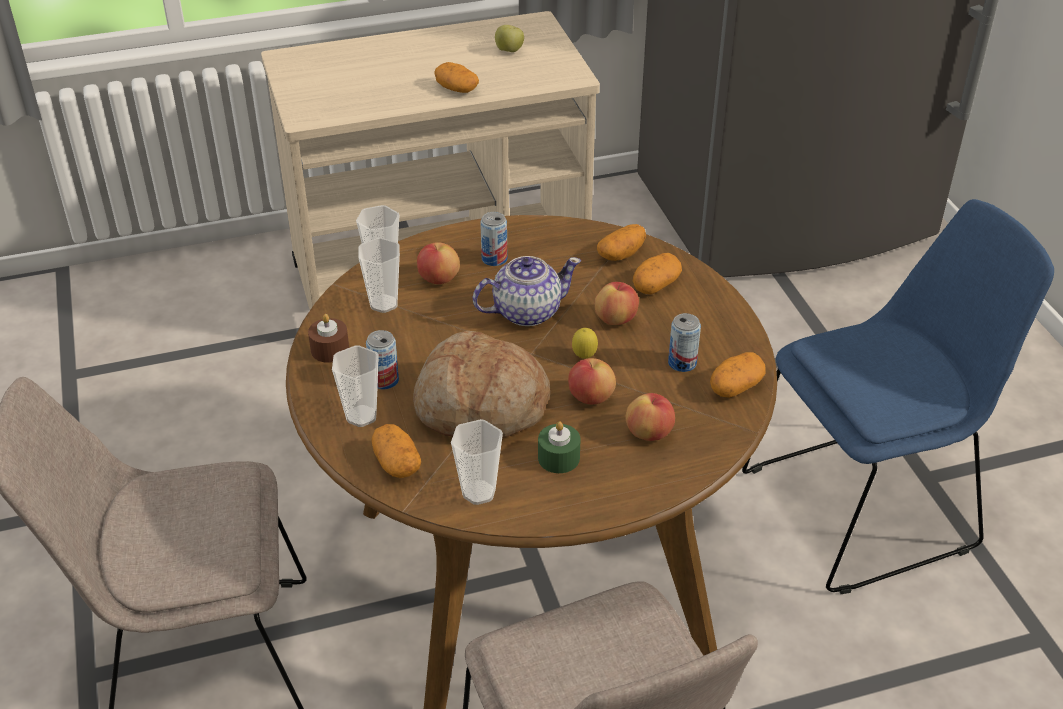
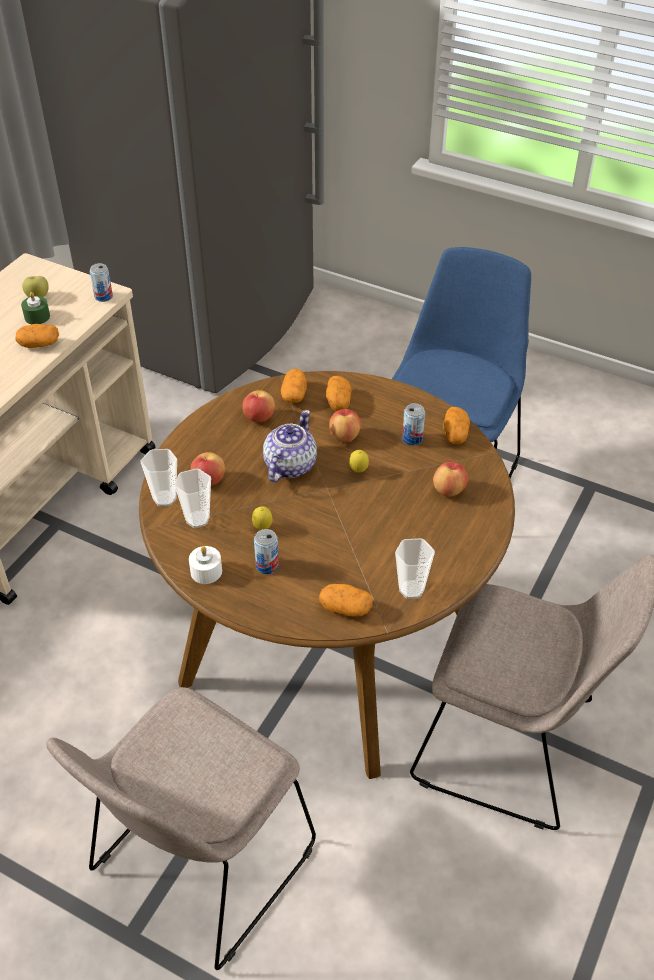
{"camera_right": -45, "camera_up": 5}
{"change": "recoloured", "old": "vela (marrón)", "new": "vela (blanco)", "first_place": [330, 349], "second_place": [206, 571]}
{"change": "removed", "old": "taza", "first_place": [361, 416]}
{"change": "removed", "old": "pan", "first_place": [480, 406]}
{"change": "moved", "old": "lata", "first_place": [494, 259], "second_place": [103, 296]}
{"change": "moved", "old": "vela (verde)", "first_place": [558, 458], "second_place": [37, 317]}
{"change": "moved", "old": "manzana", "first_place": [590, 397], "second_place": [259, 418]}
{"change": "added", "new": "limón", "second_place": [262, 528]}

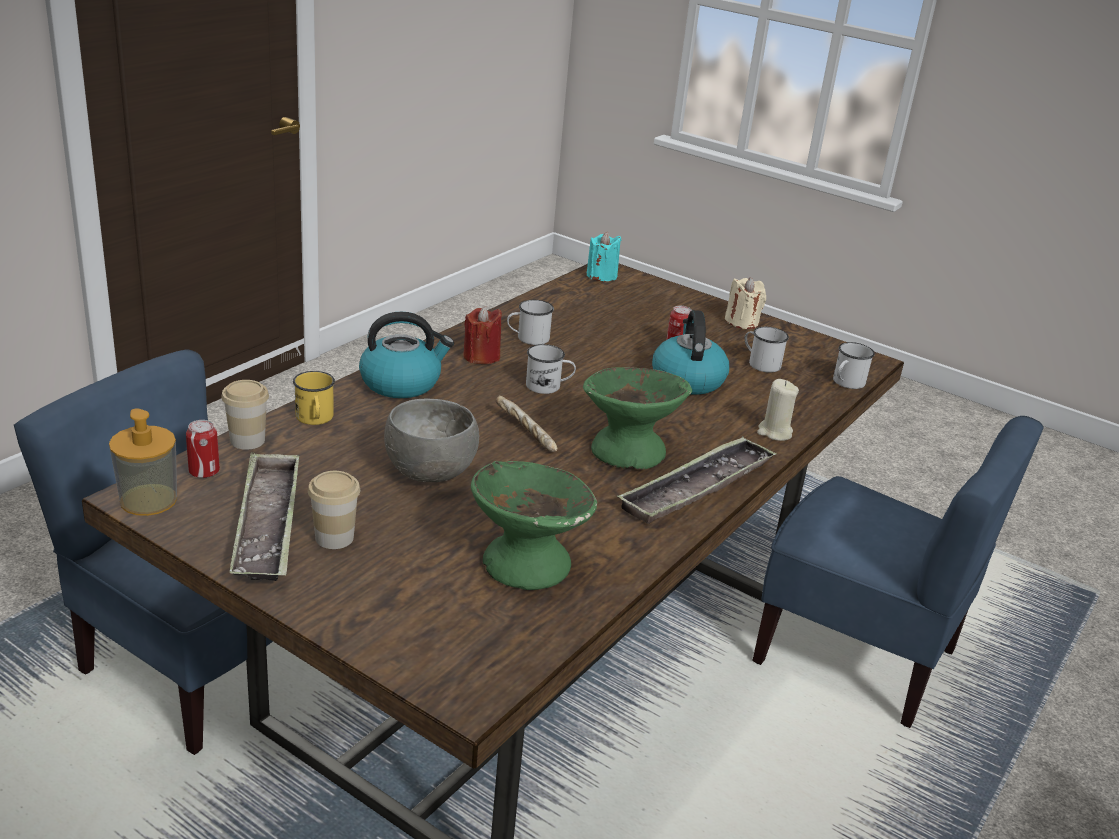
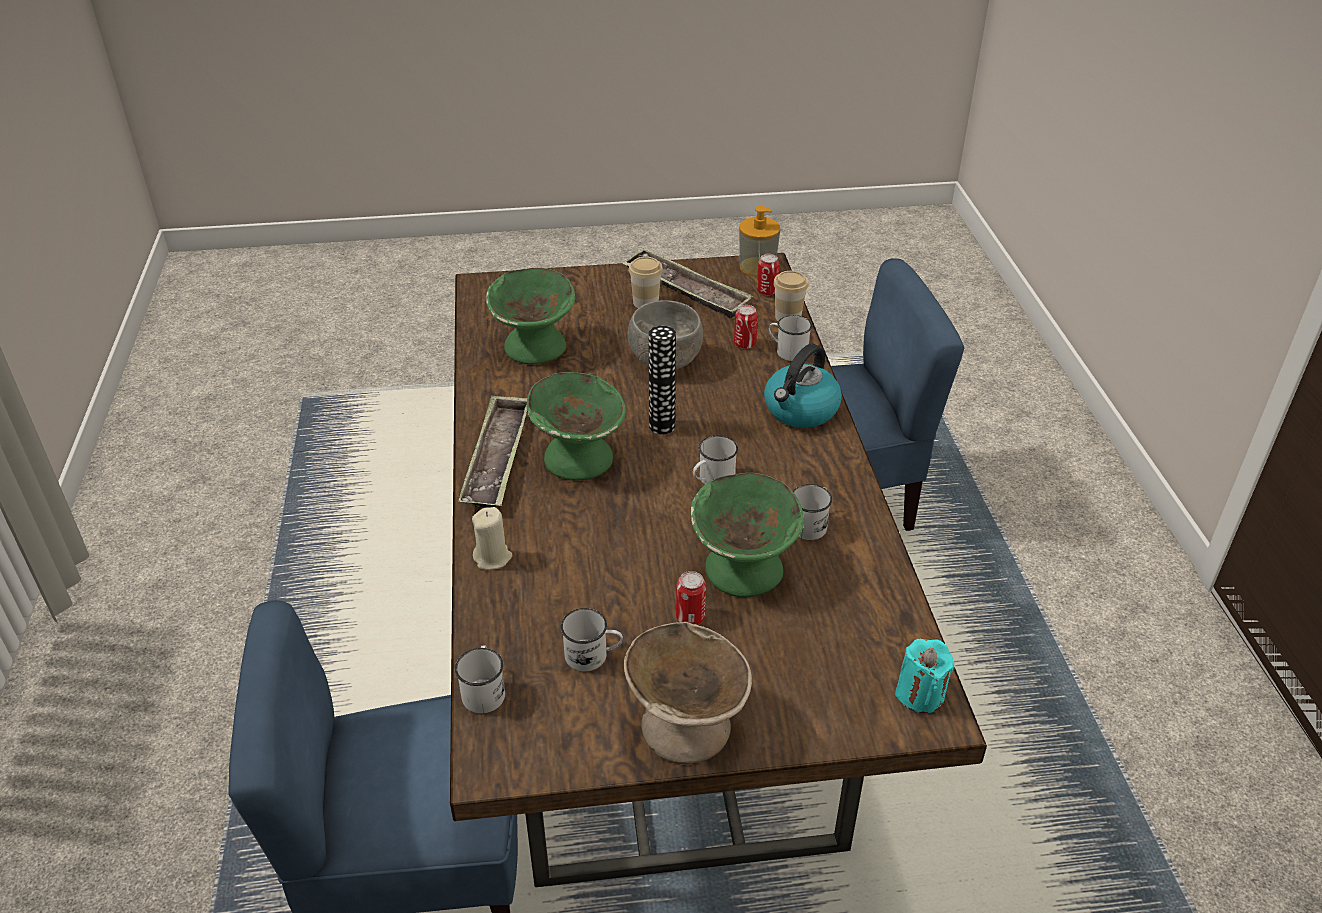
{"camera_right": 140, "camera_up": 10}
{"change": "recoloured", "old": "taza grande (amarillo)", "new": "taza grande (blanco)", "first_place": [315, 419], "second_place": [787, 351]}
{"change": "removed", "old": "vela (rojo)", "first_place": [481, 356]}
{"change": "replaced", "old": "pan", "new": "florero", "first_place": [525, 433], "second_place": [662, 426]}
{"change": "removed", "old": "hervidor", "first_place": [687, 379]}
{"change": "replaced", "old": "vela (beis)", "new": "cuenco (beis)", "first_place": [742, 322], "second_place": [685, 728]}
{"change": "added", "new": "cuenco (verde)", "second_place": [744, 569]}
{"change": "added", "new": "lata", "second_place": [744, 344]}

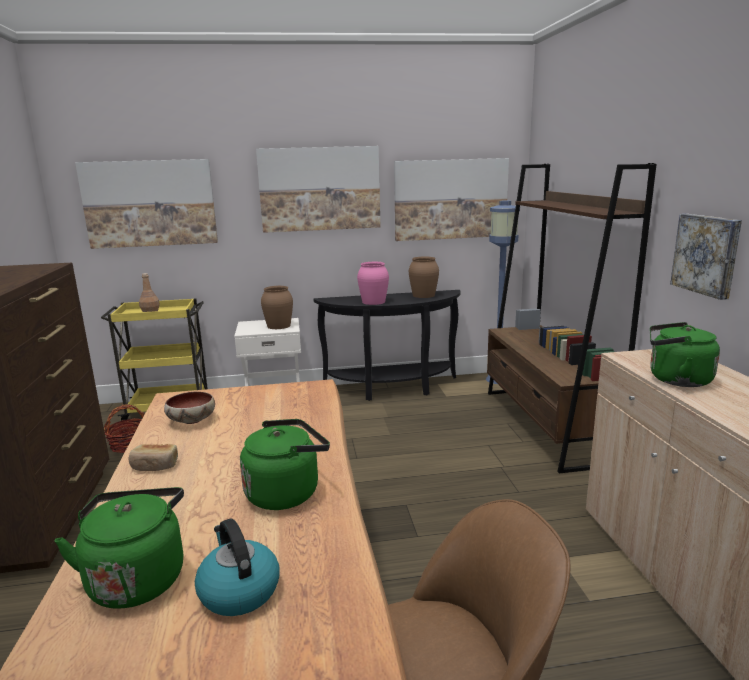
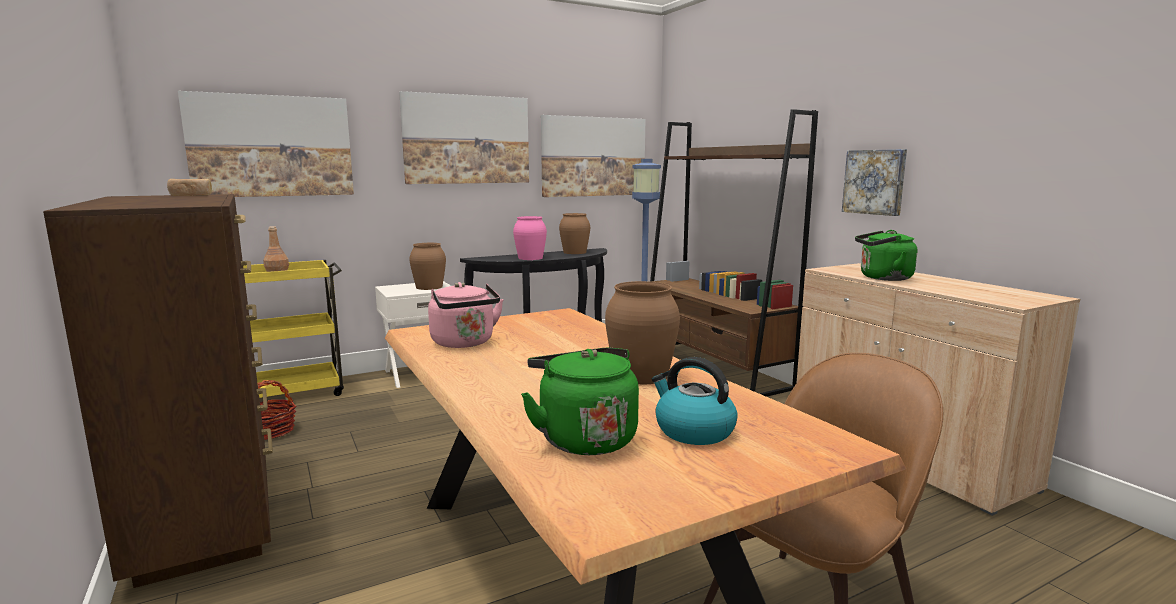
{"camera_right": -20, "camera_up": -5}
{"change": "moved", "old": "pan", "first_place": [155, 466], "second_place": [191, 195]}
{"change": "replaced", "old": "cuenco", "new": "hervidor (rosa)", "first_place": [191, 421], "second_place": [465, 343]}
{"change": "replaced", "old": "hervidor (verde)", "new": "florero (marrón)", "first_place": [286, 492], "second_place": [641, 375]}

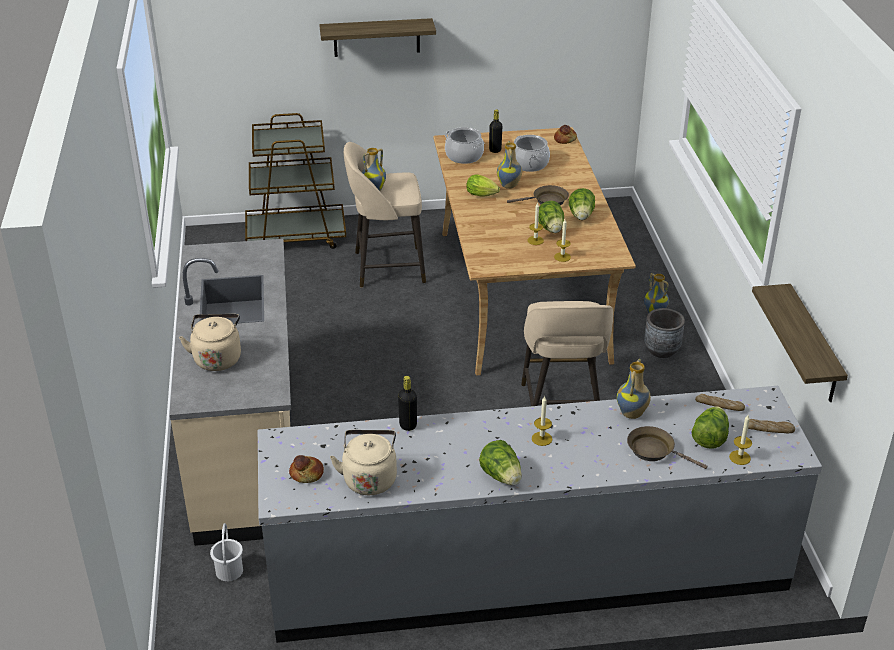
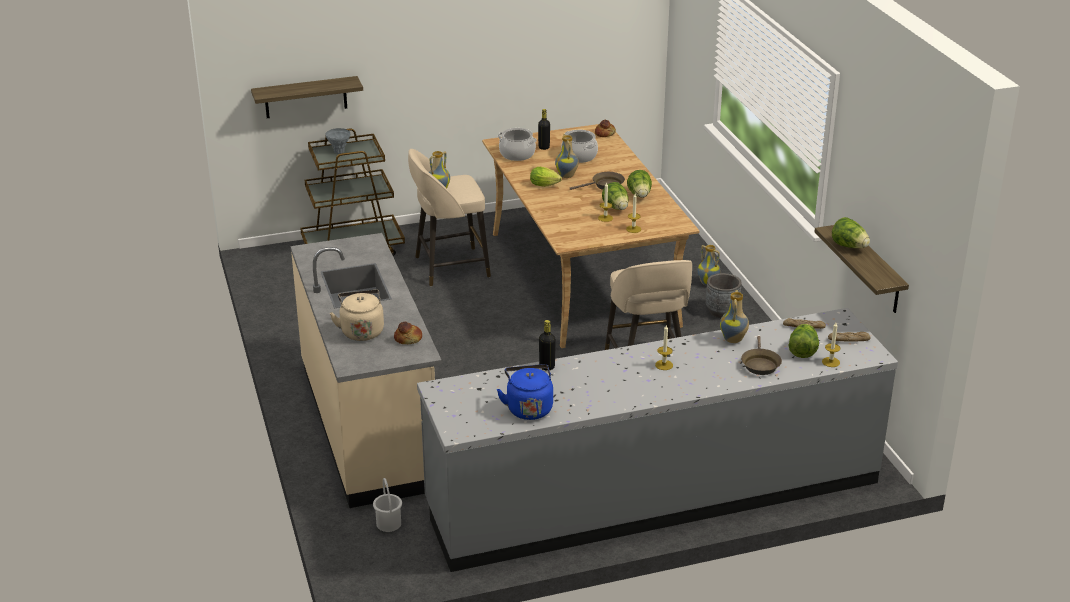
{"camera_right": -10, "camera_up": -5}
{"change": "moved", "old": "pan", "first_place": [307, 474], "second_place": [408, 339]}
{"change": "moved", "old": "estante", "first_place": [376, 37], "second_place": [305, 97]}
{"change": "recoloured", "old": "hervidor (beis)", "new": "hervidor (azul)", "first_place": [369, 478], "second_place": [528, 408]}
{"change": "moved", "old": "lechuga", "first_place": [501, 476], "second_place": [849, 246]}
{"change": "turned", "old": "sartén (marrón)", "first_place": [654, 450], "second_place": [760, 364], "degrees": -105}
{"change": "added", "new": "florero (gris)", "second_place": [339, 152]}

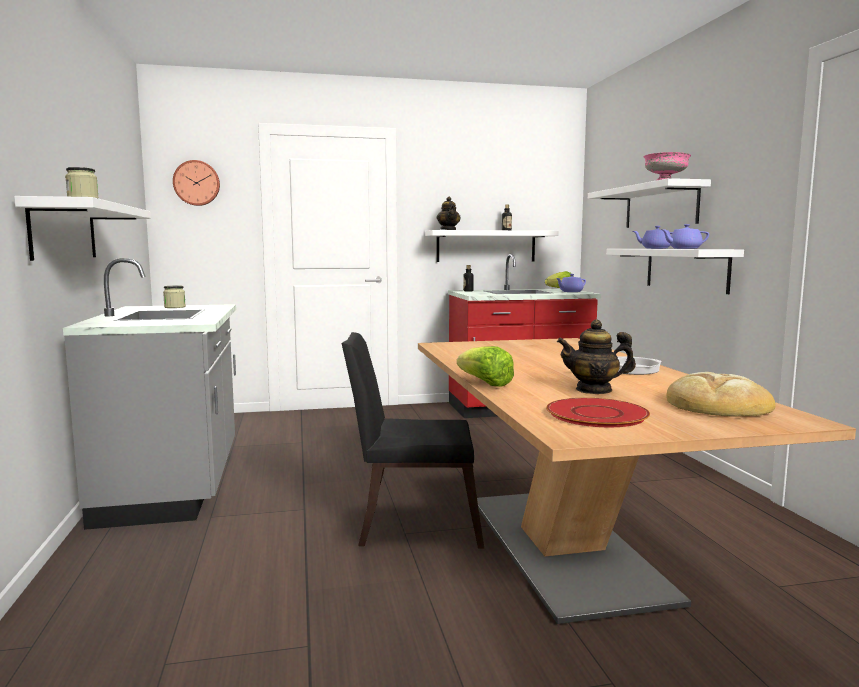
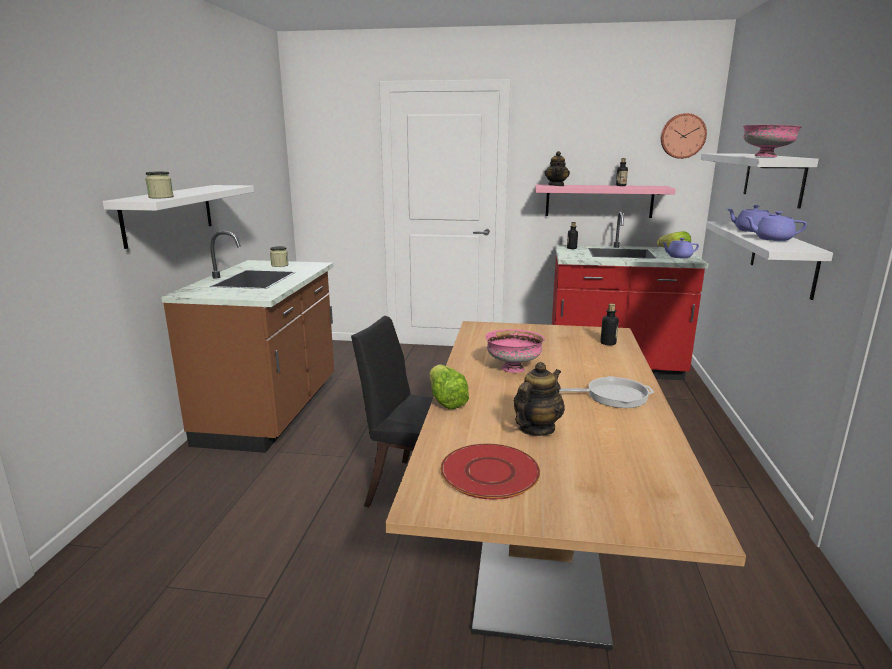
{"camera_right": 20, "camera_up": 10}
{"change": "recoloured", "old": "mueble bajo de cocina (gris)", "new": "mueble bajo de cocina (marrón)", "first_place": [175, 484], "second_place": [272, 412]}
{"change": "moved", "old": "reloj de pared", "first_place": [197, 183], "second_place": [682, 136]}
{"change": "recoloured", "old": "estante (blanco)", "new": "estante (rosa)", "first_place": [486, 246], "second_place": [599, 201]}
{"change": "turned", "old": "tetera", "first_place": [594, 390], "second_place": [536, 429], "degrees": 105}
{"change": "removed", "old": "pan", "first_place": [717, 405]}
{"change": "added", "new": "cuenco (rosa)", "second_place": [512, 368]}
{"change": "added", "new": "botella", "second_place": [608, 343]}

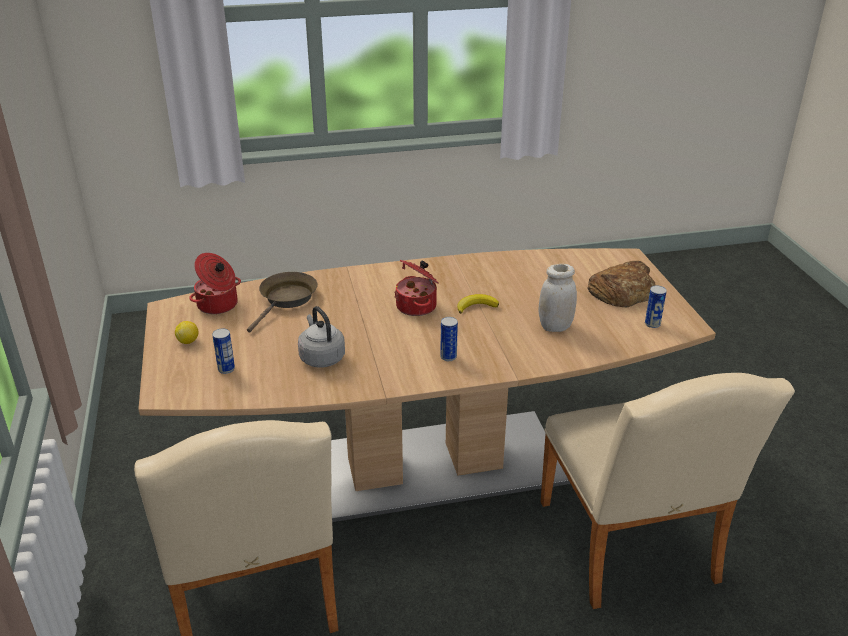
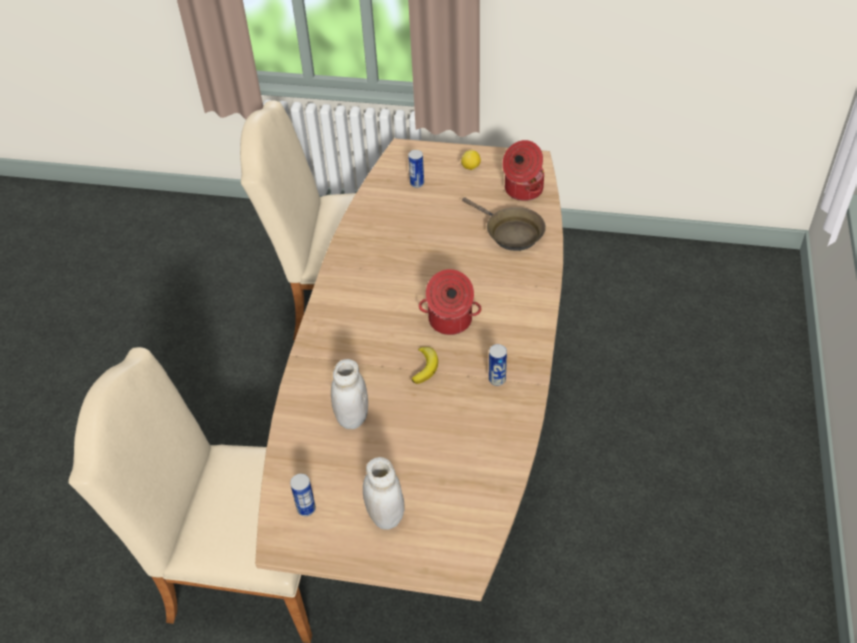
{"camera_right": 115, "camera_up": 15}
{"change": "removed", "old": "hervidor (gris)", "first_place": [321, 357]}
{"change": "moved", "old": "lata", "first_place": [448, 357], "second_place": [497, 379]}
{"change": "replaced", "old": "pan", "new": "tarro (blanco)", "first_place": [622, 291], "second_place": [386, 516]}

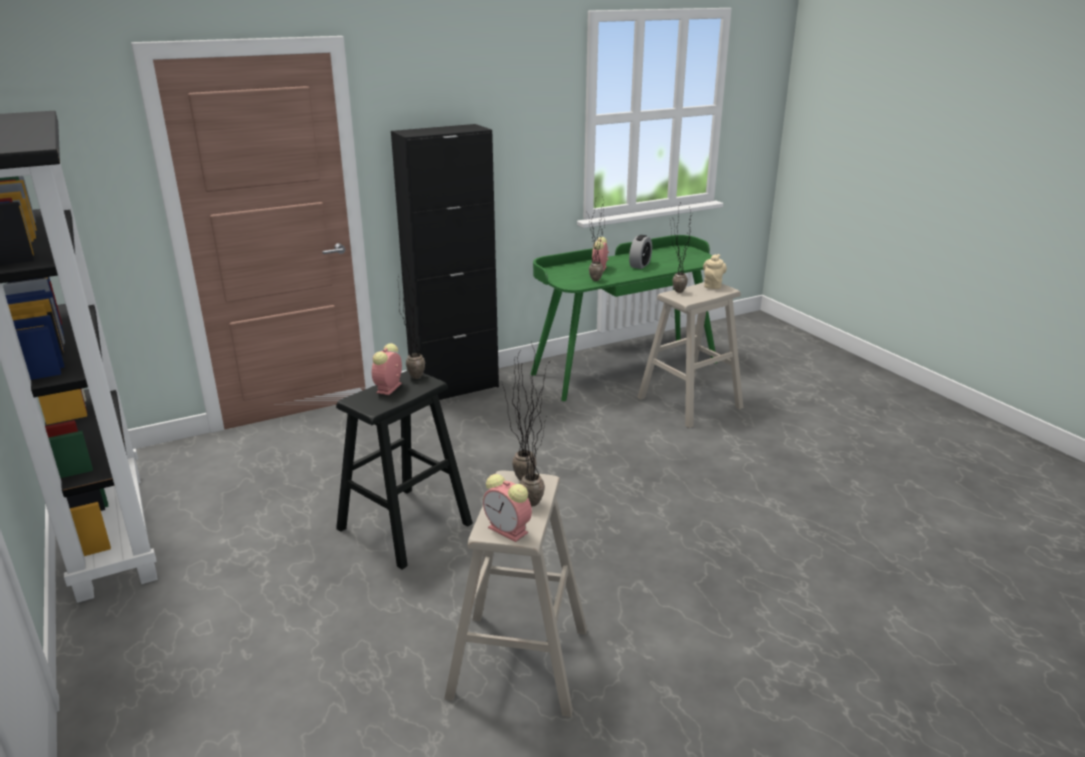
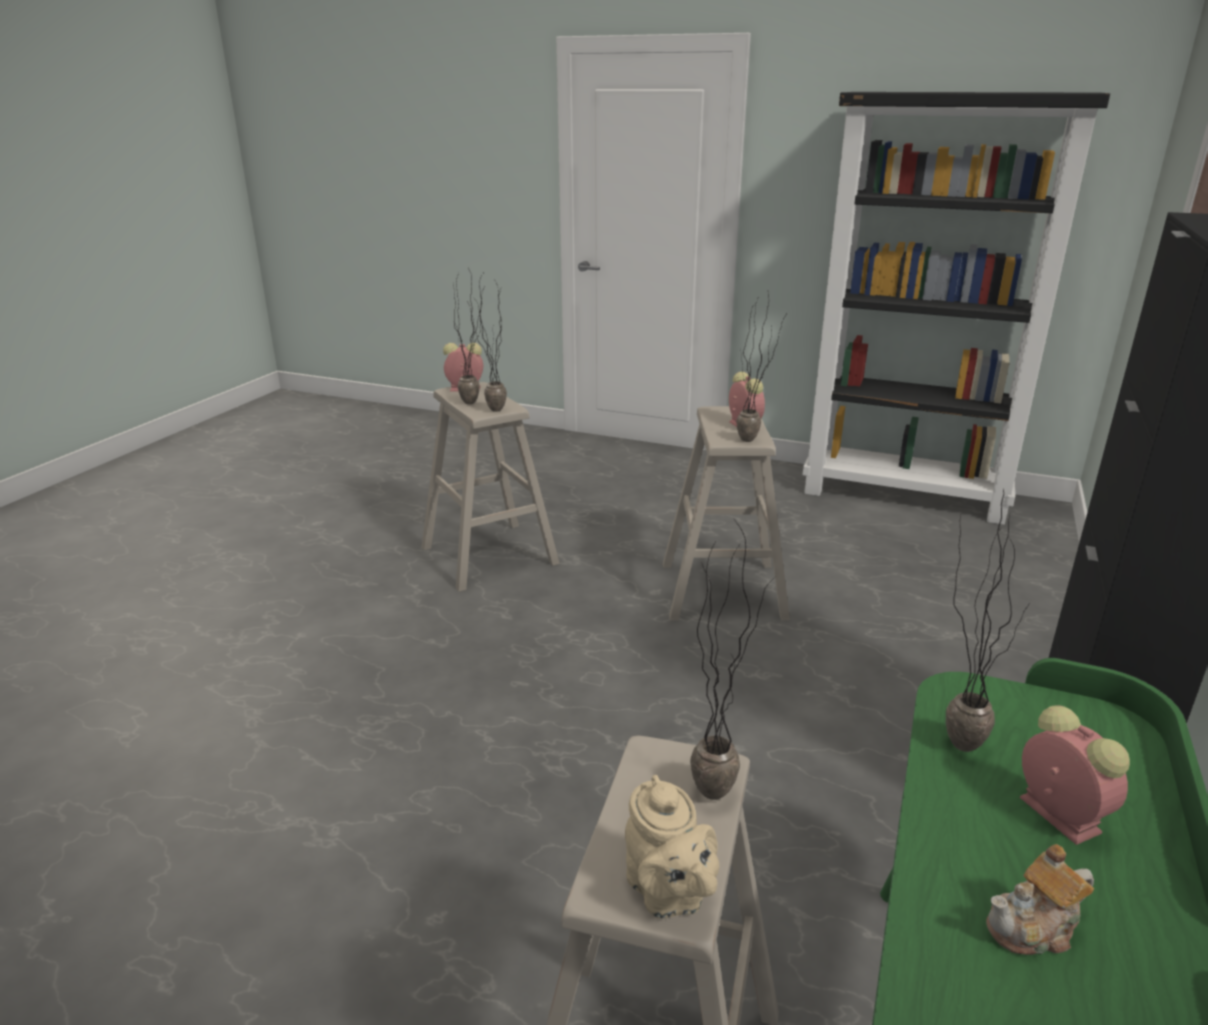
{"camera_right": 140, "camera_up": 0}
{"change": "recoloured", "old": "taburete (negro)", "new": "taburete (beis)", "first_place": [404, 526], "second_place": [722, 590]}
{"change": "replaced", "old": "despertador", "new": "tetera", "first_place": [640, 265], "second_place": [1034, 928]}

